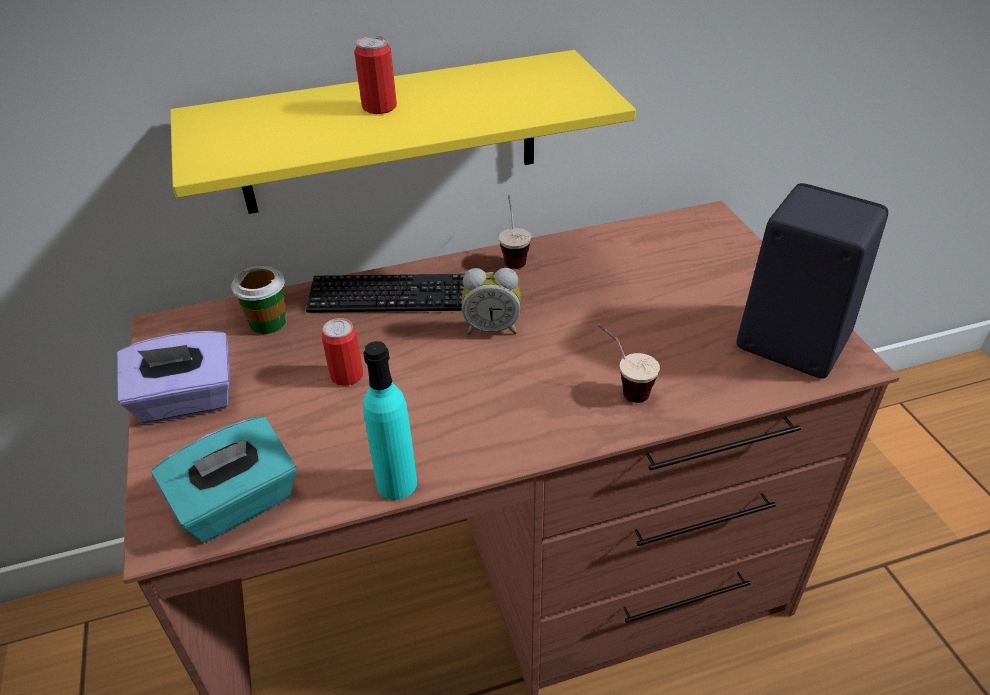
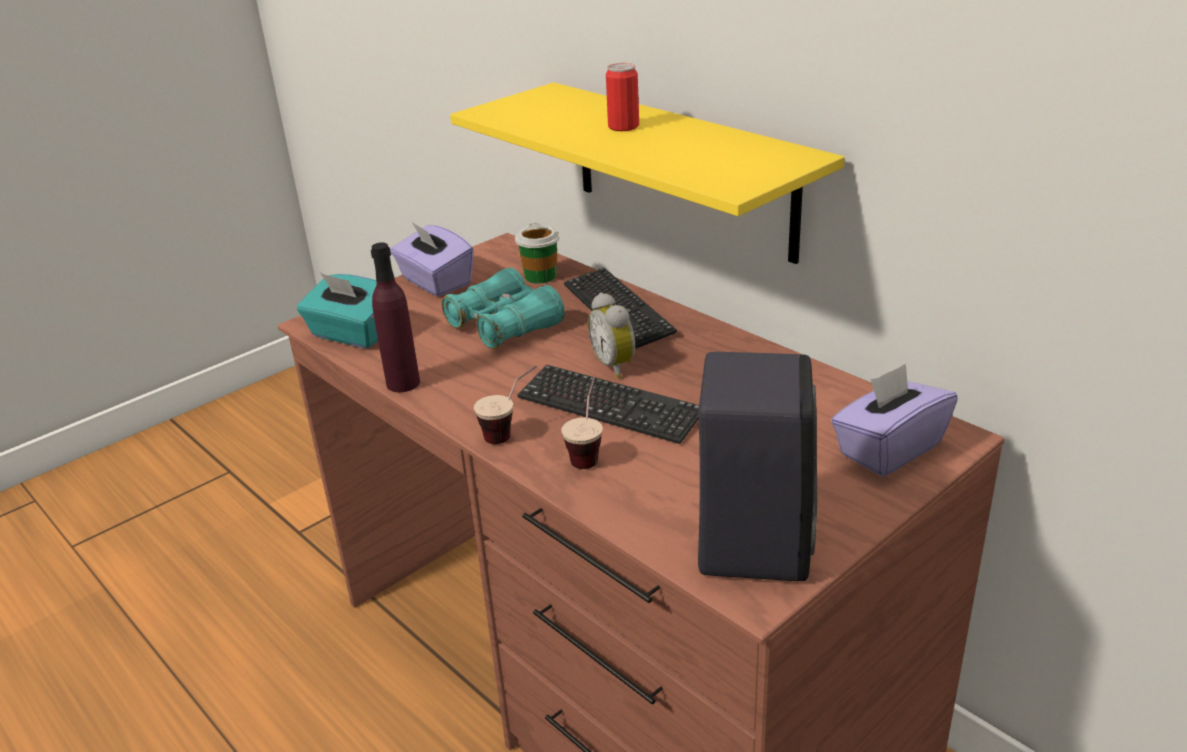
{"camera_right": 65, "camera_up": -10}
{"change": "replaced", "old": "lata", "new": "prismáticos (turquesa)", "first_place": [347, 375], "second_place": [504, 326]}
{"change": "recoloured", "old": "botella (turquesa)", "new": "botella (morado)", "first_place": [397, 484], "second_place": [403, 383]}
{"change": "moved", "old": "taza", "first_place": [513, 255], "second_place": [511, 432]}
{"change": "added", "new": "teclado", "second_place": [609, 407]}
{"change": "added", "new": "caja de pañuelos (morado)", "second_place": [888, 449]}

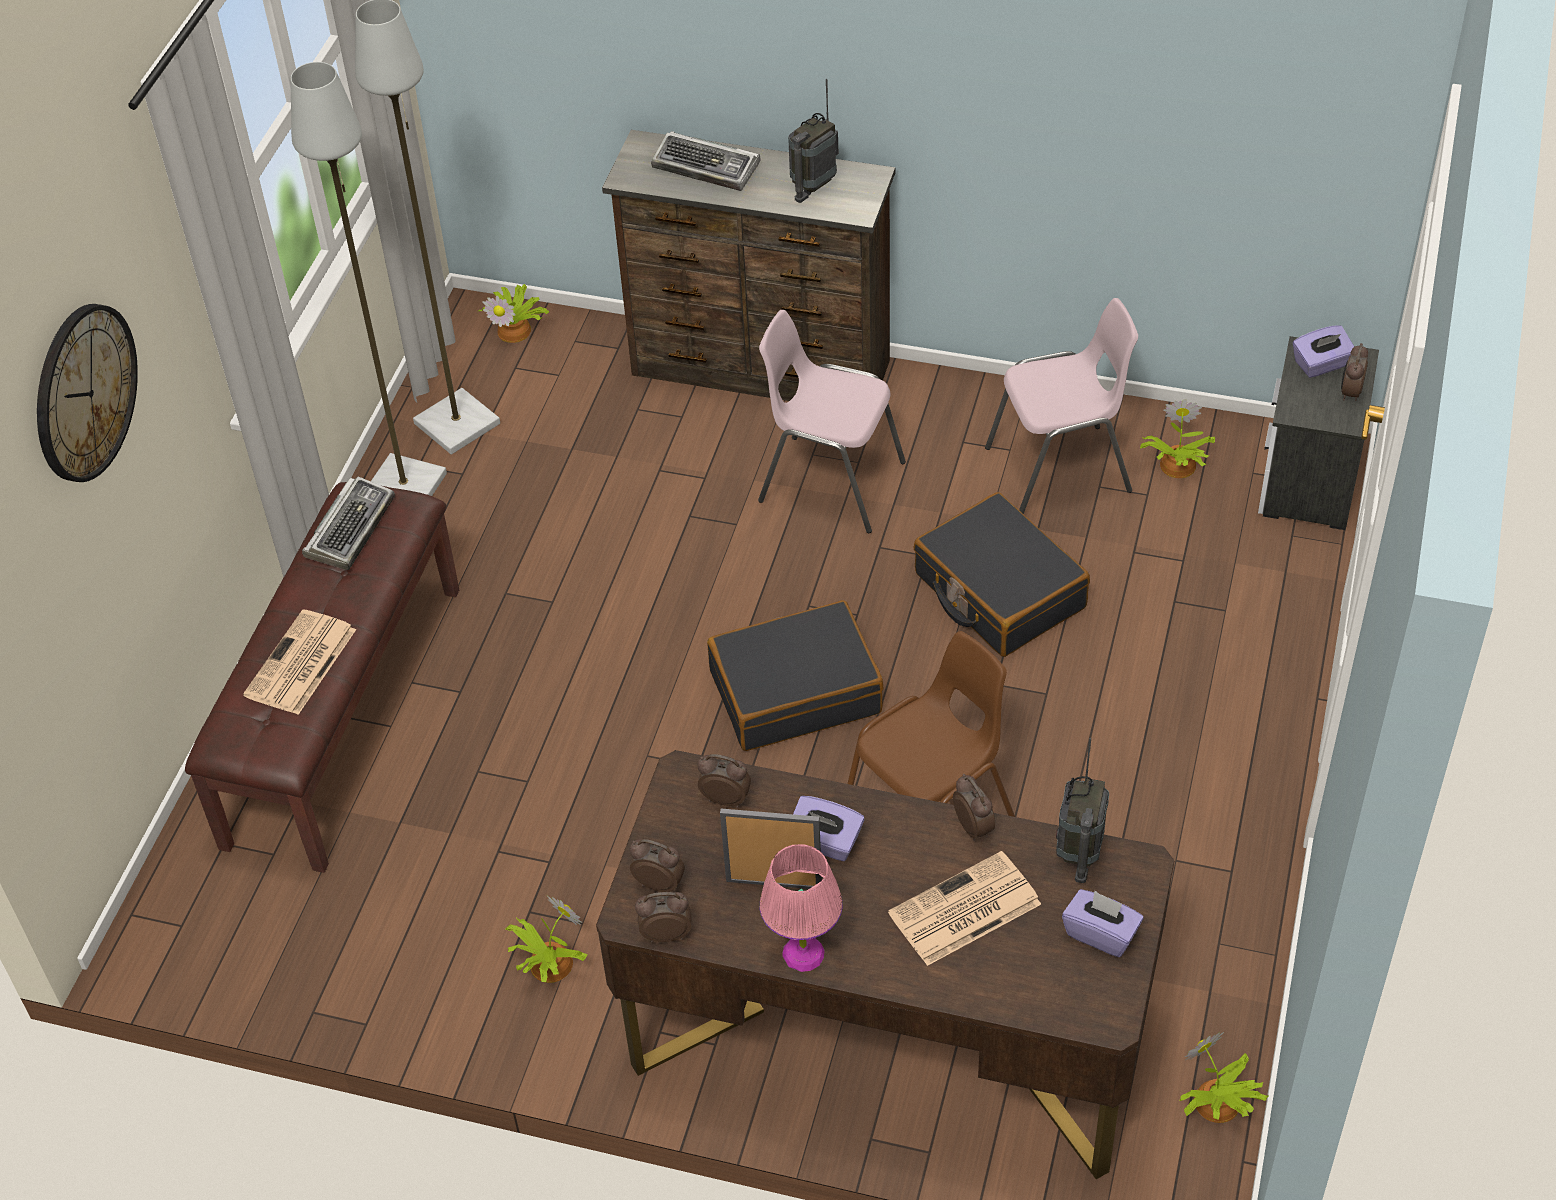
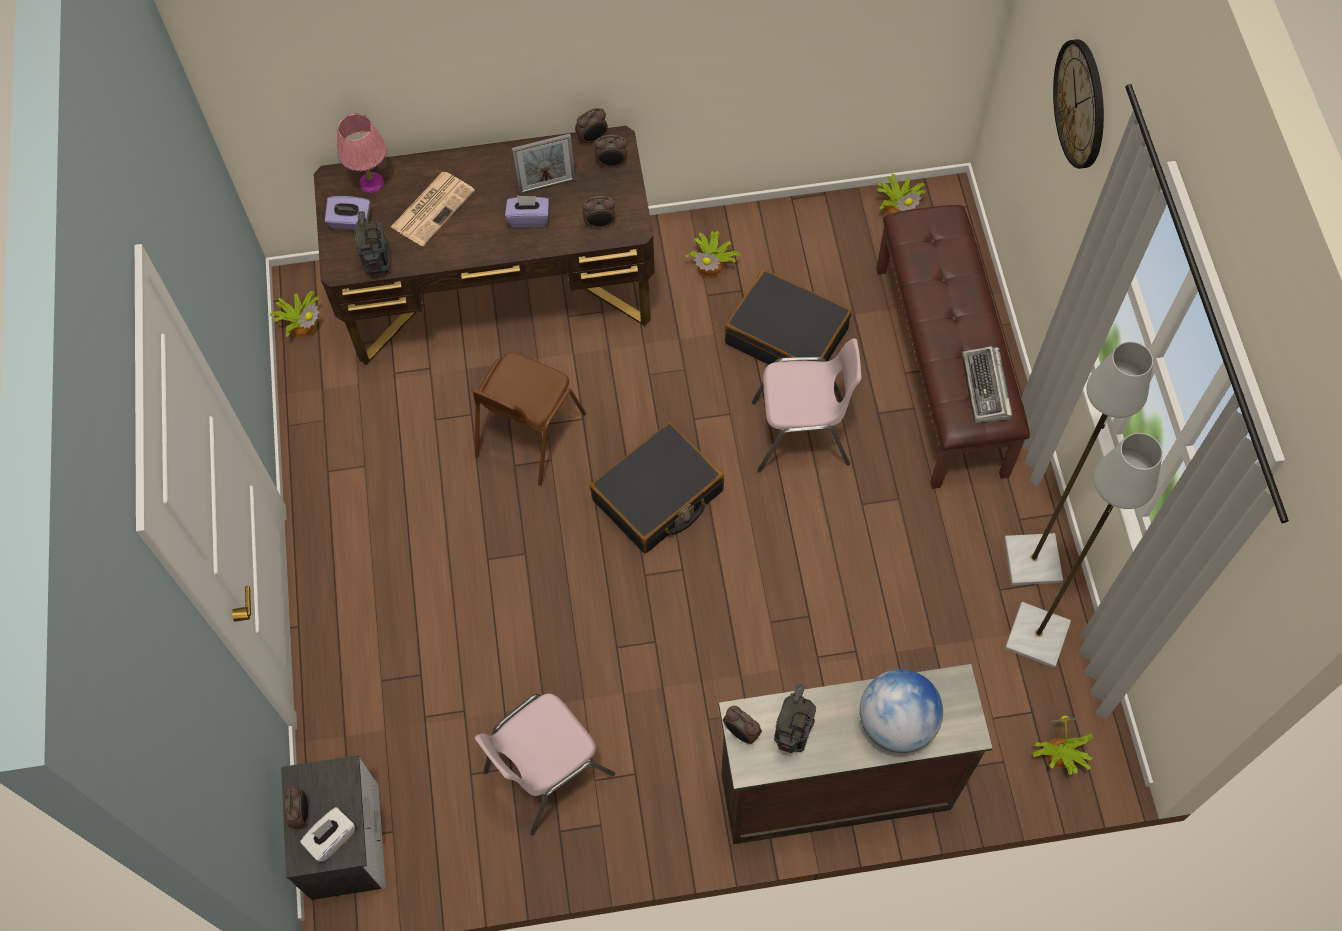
{"camera_right": 155, "camera_up": 15}
{"change": "removed", "old": "periódico", "first_place": [300, 664]}
{"change": "replaced", "old": "teclado", "new": "globo terráqueo", "first_place": [707, 167], "second_place": [896, 723]}
{"change": "moved", "old": "silla (rosa)", "first_place": [830, 482], "second_place": [802, 435]}
{"change": "moved", "old": "lámpara de mesa (rosa)", "first_place": [804, 953], "second_place": [371, 183]}
{"change": "moved", "old": "maleta (negro)", "first_place": [998, 591], "second_place": [787, 336]}
{"change": "moved", "old": "despertador", "first_place": [974, 827], "second_place": [741, 732]}
{"change": "moved", "old": "planta en maceta", "first_place": [1176, 466], "second_place": [898, 207]}
{"change": "recoloured", "old": "caja de pañuelos (morado)", "new": "caja de pañuelos (blanco)", "first_place": [1321, 364], "second_place": [331, 838]}

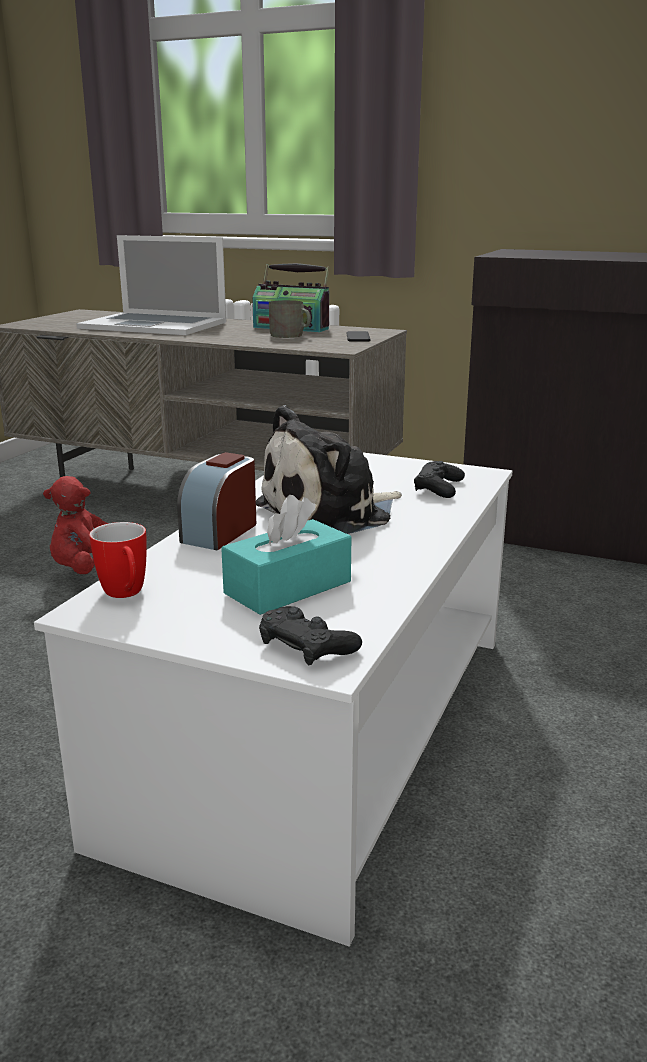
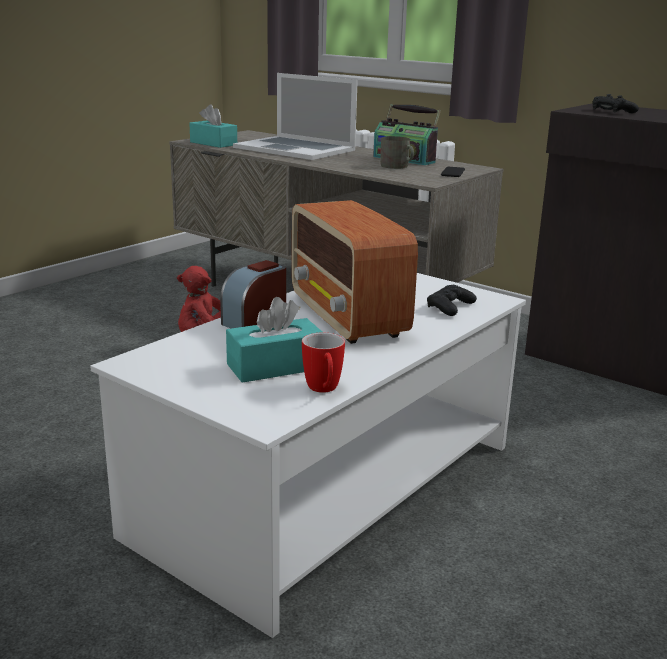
{"camera_right": 15, "camera_up": 0}
{"change": "moved", "old": "taza grande", "first_place": [126, 595], "second_place": [324, 390]}
{"change": "replaced", "old": "peluche", "new": "radio", "first_place": [331, 513], "second_place": [348, 317]}
{"change": "moved", "old": "mando de consola (negro)", "first_place": [307, 645], "second_place": [612, 111]}
{"change": "added", "new": "caja de pañuelos (turquesa)", "second_place": [213, 143]}

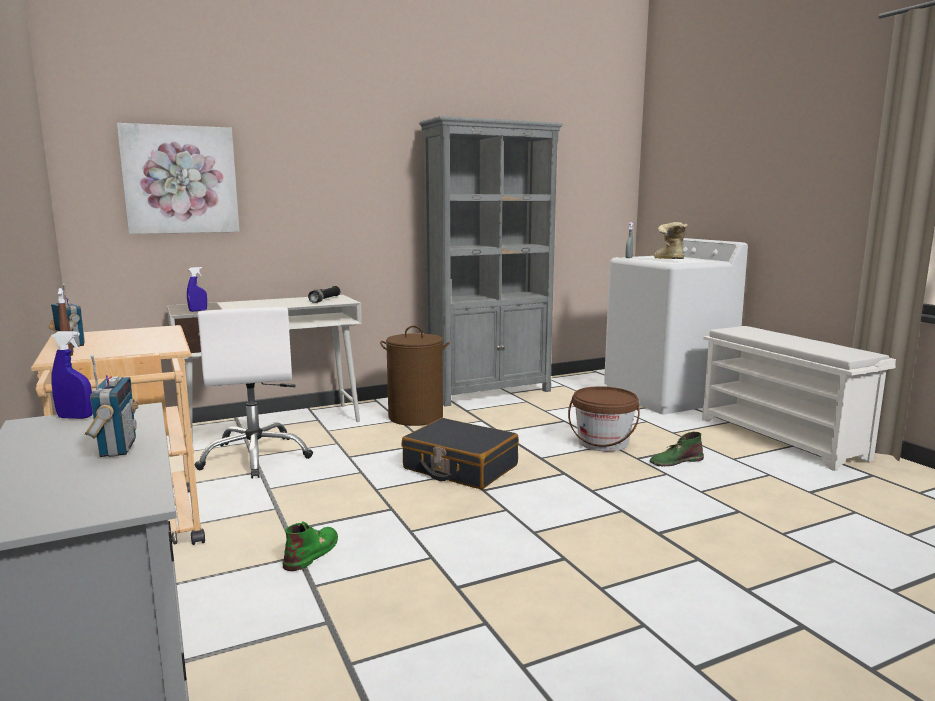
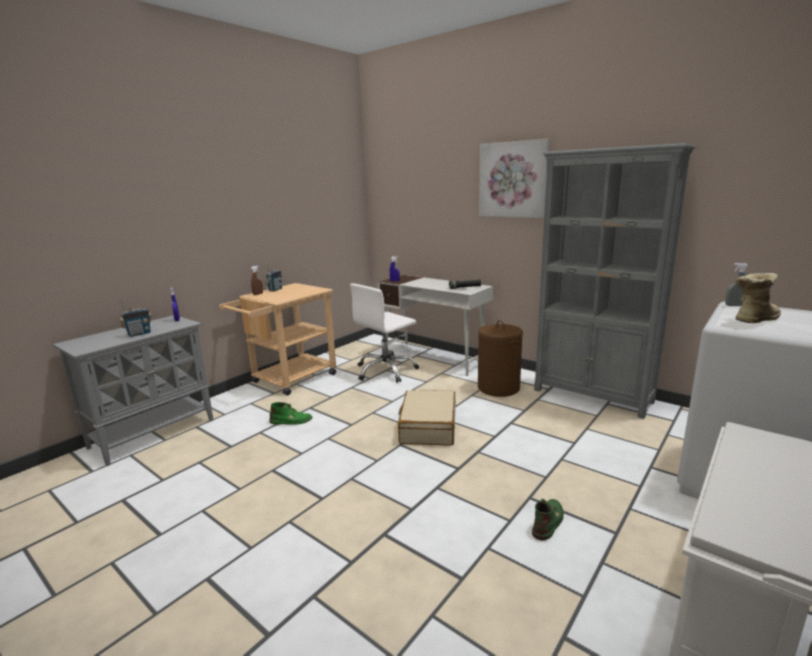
{"camera_right": 65, "camera_up": 5}
{"change": "moved", "old": "cuadro", "first_place": [180, 180], "second_place": [513, 180]}
{"change": "recoloured", "old": "maleta (negro)", "new": "maleta (beis)", "first_place": [460, 467], "second_place": [428, 427]}
{"change": "removed", "old": "cubo (marrón)", "first_place": [603, 443]}
{"change": "turned", "old": "bota (verde)", "first_place": [675, 461], "second_place": [548, 521], "degrees": 75}

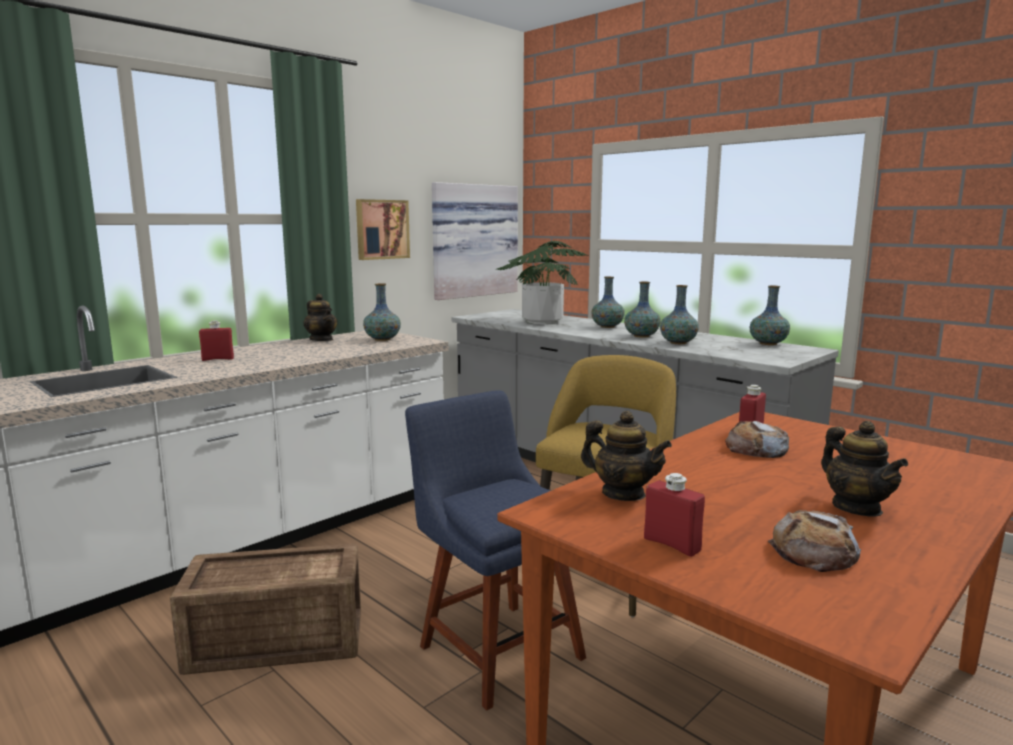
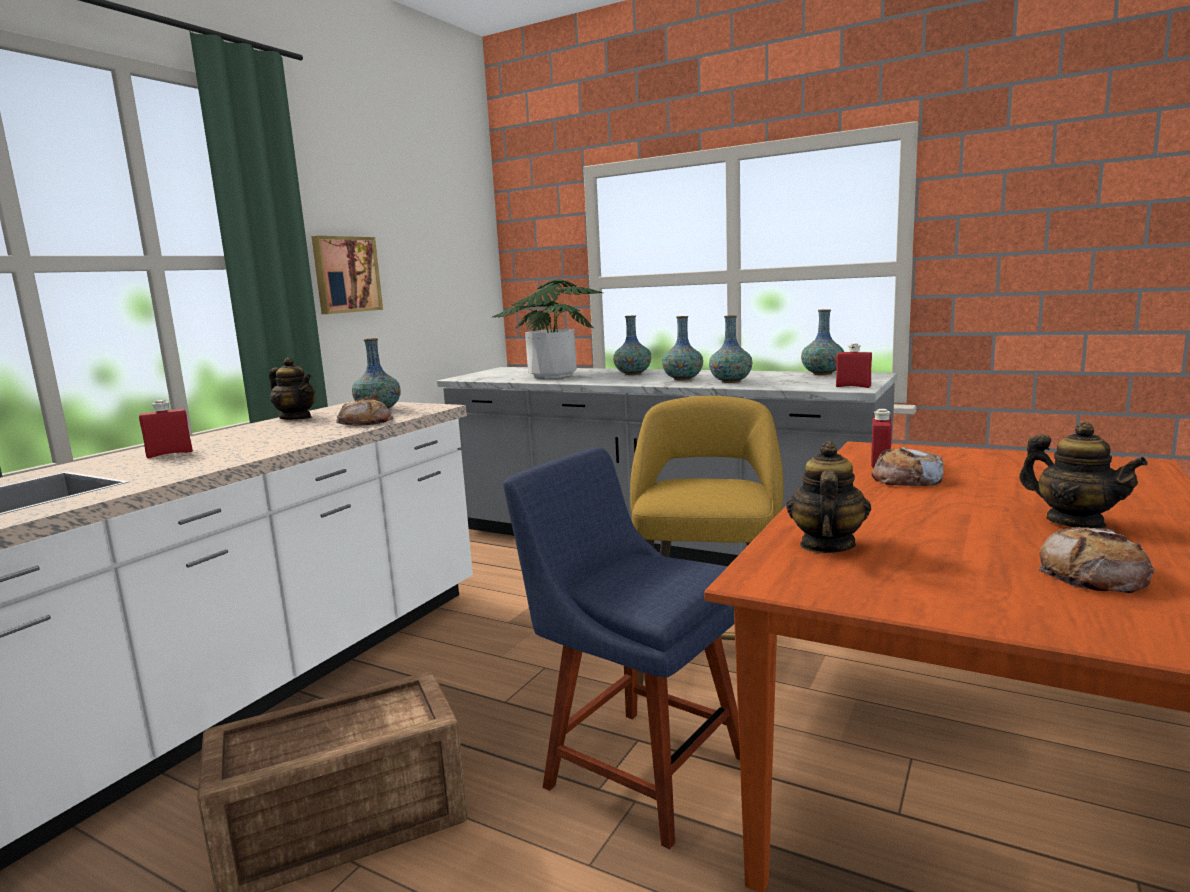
{"camera_right": -15, "camera_up": 0}
{"change": "removed", "old": "cuadro", "first_place": [473, 240]}
{"change": "turned", "old": "tetera", "first_place": [623, 494], "second_place": [826, 545], "degrees": -90}
{"change": "moved", "old": "botella (rojo)", "first_place": [672, 544], "second_place": [853, 386]}
{"change": "added", "new": "pan", "second_place": [365, 422]}

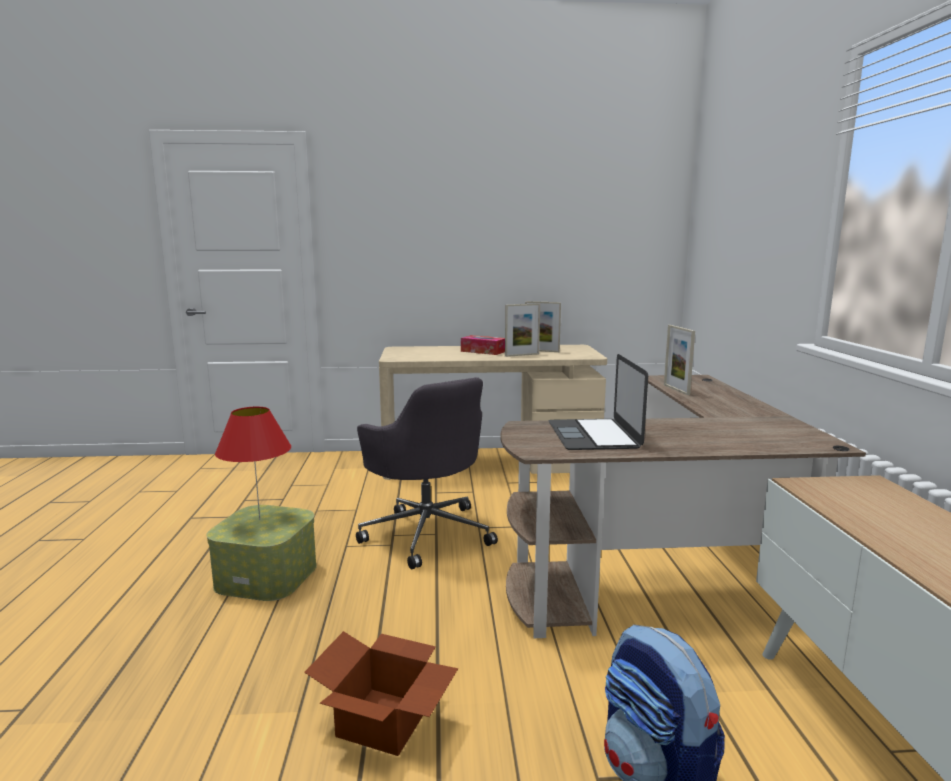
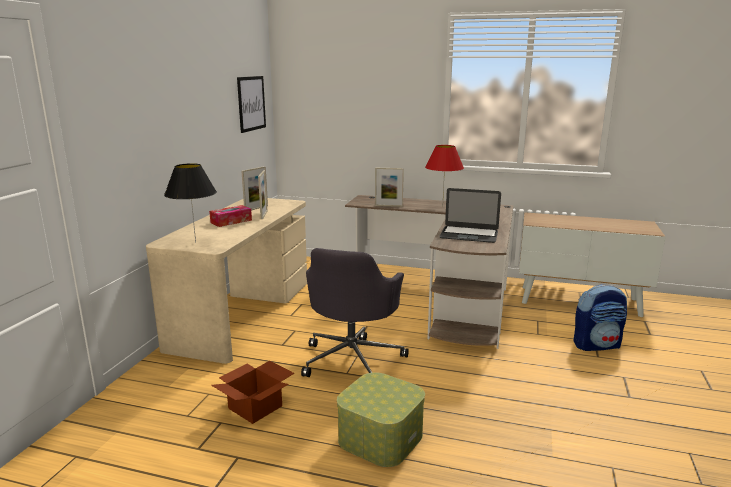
{"camera_right": -70, "camera_up": 5}
{"change": "moved", "old": "lámpara de mesa (rojo)", "first_place": [259, 519], "second_place": [442, 206]}
{"change": "moved", "old": "caja de cartón", "first_place": [385, 723], "second_place": [257, 407]}
{"change": "turned", "old": "silla de oficina (gris)", "first_place": [427, 533], "second_place": [353, 359], "degrees": 120}
{"change": "added", "new": "lámpara de mesa (negro)", "second_place": [195, 243]}
{"change": "added", "new": "cuadro", "second_place": [251, 103]}

